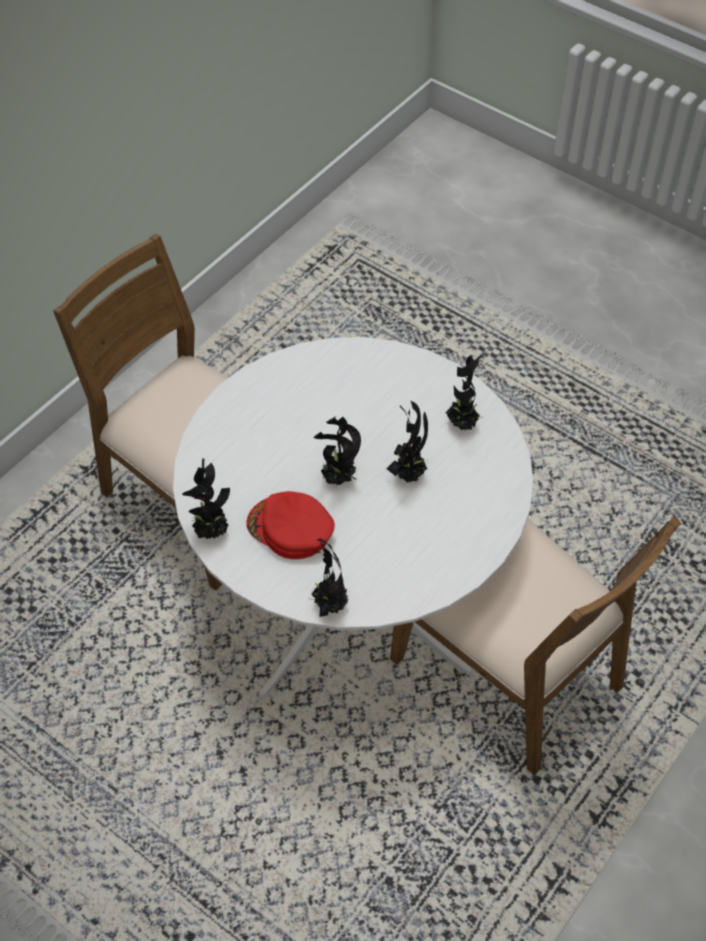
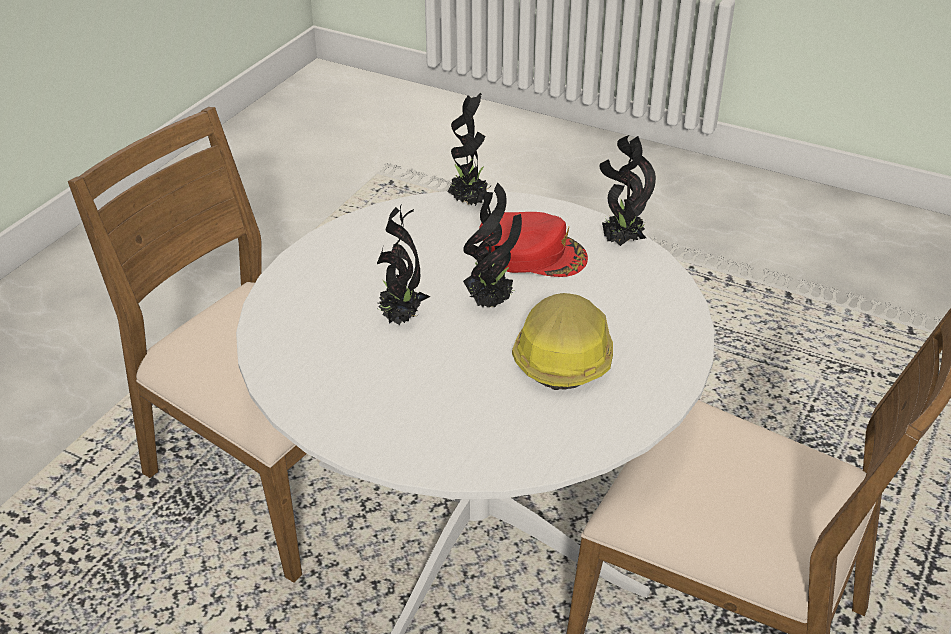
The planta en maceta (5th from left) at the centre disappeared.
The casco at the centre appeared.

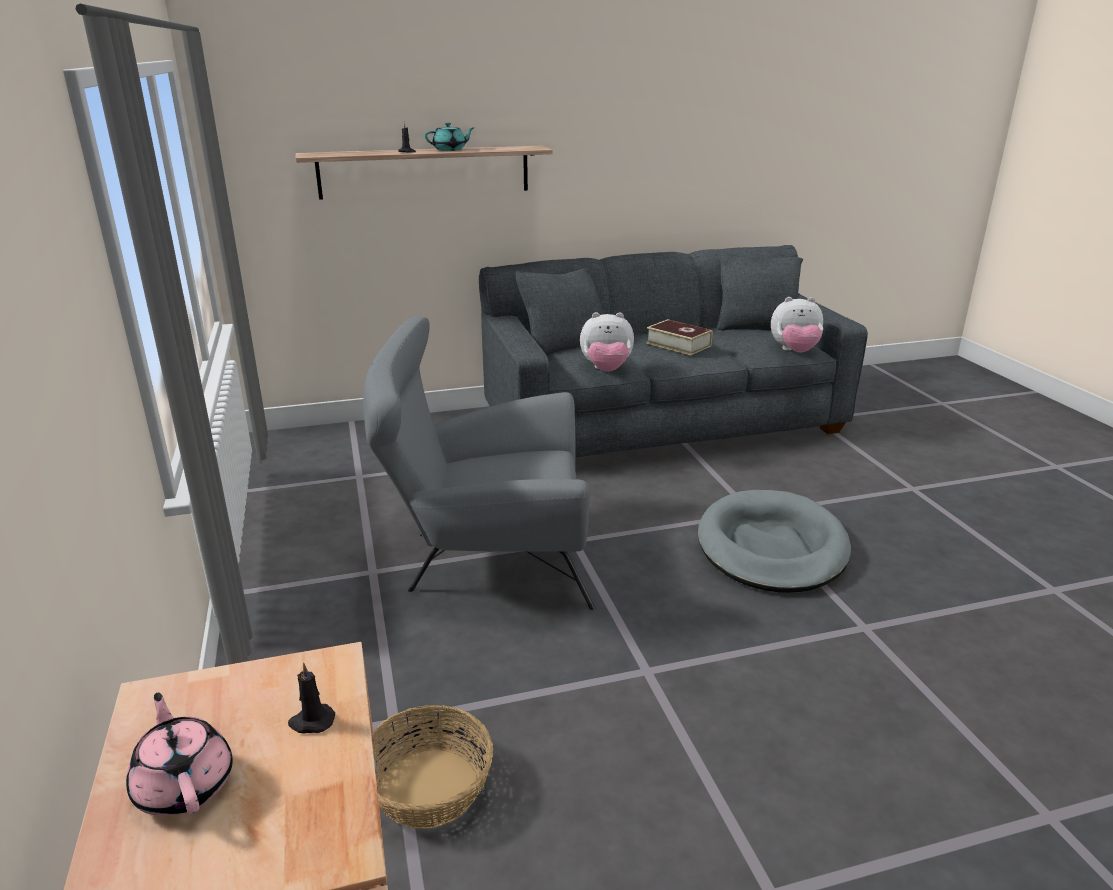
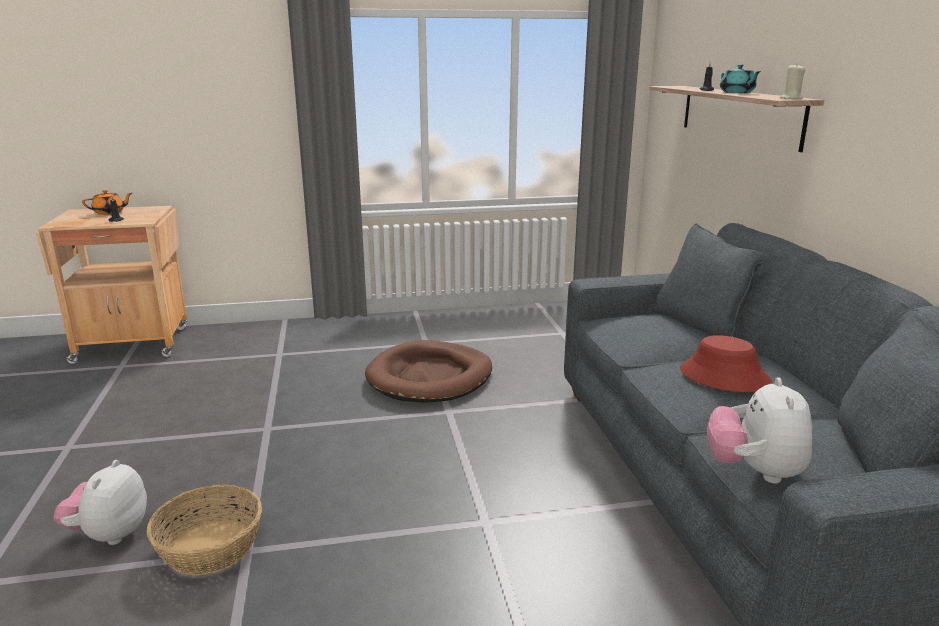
The cama para perro (gris) at the middle right disappeared.
The vela (beis) at the top right appeared.
The cesta moved from the bottom centre to the bottom left.
The peluche (1st from left) moved from the centre to the bottom left.
The sillón (gris) at the centre was replaced by the cama para perro (marrón) at the centre.
The libro at the centre was replaced by the sombrero (rojo) at the middle right.
The tetera (rosa) at the bottom left became the tetera (naranja) at the top left.

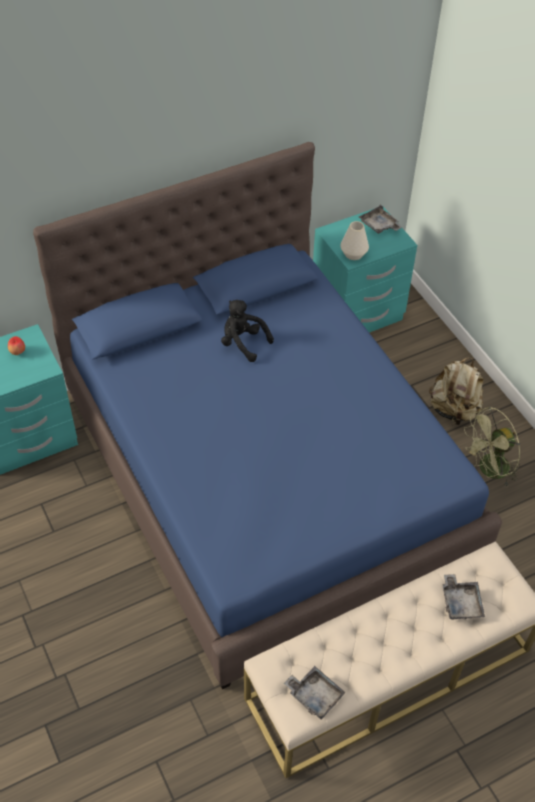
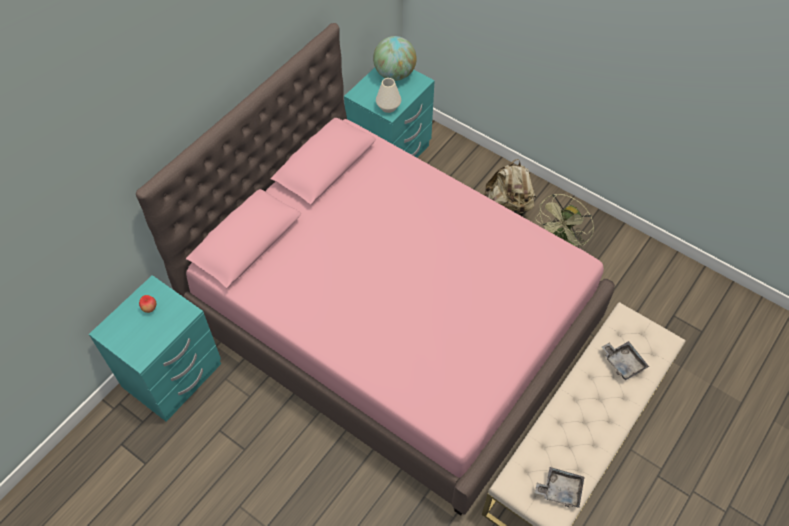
The peluche (negro) at the centre disappeared.
The bandeja (gris) (2nd from left) at the top right was replaced by the globo terráqueo at the top centre.
The cama (azul) at the centre became the cama (rosa) at the centre.

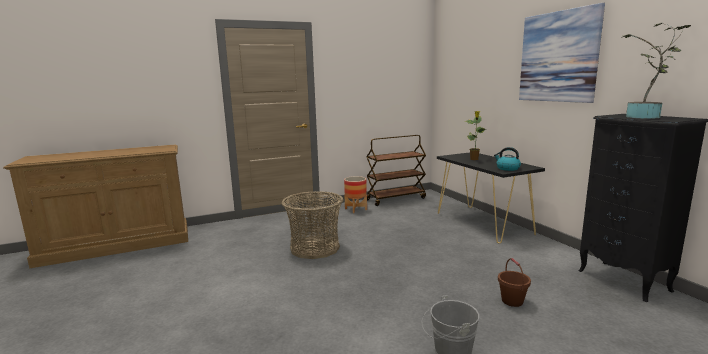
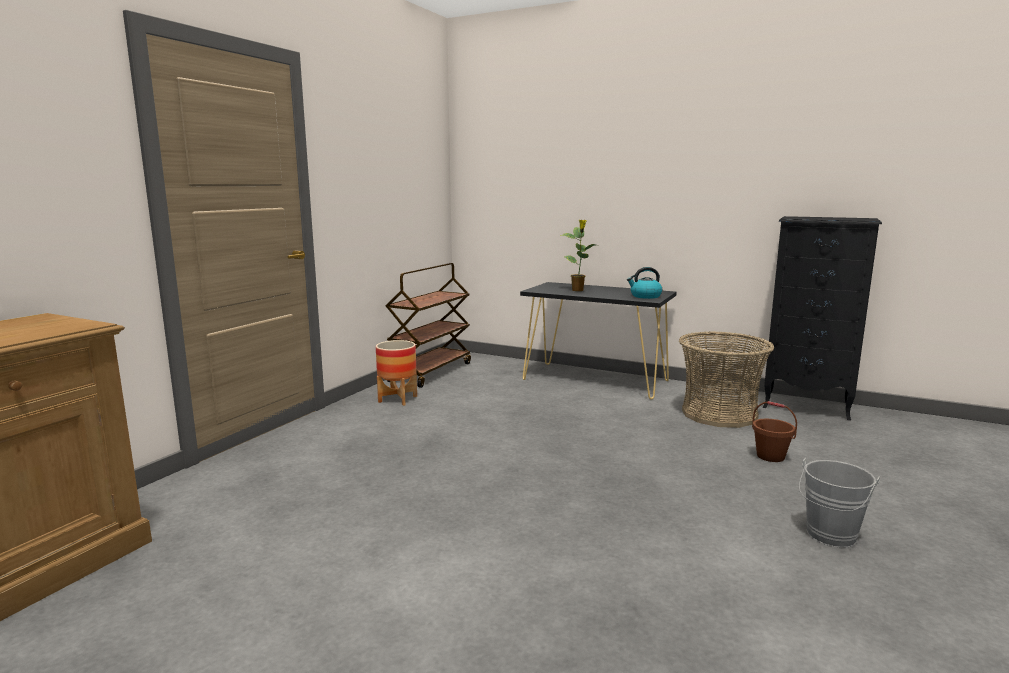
The cuadro at the top right disappeared.
The planta en maceta (2nd from left) at the top right disappeared.
The cesta moved from the centre to the middle right.

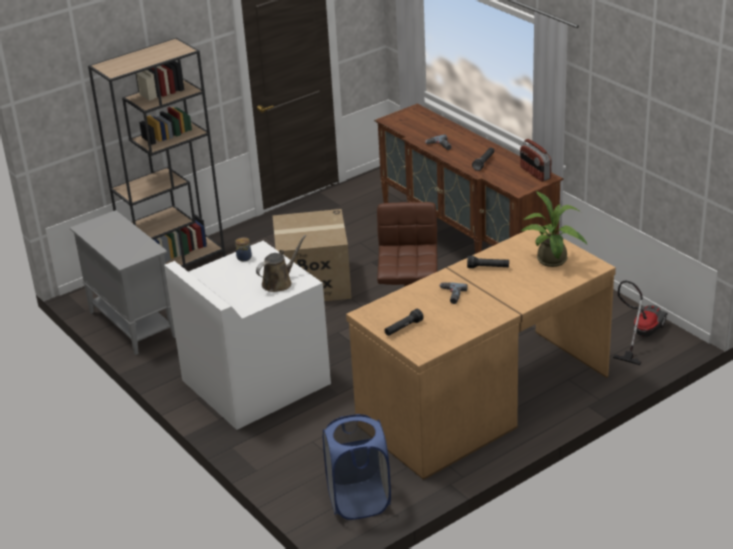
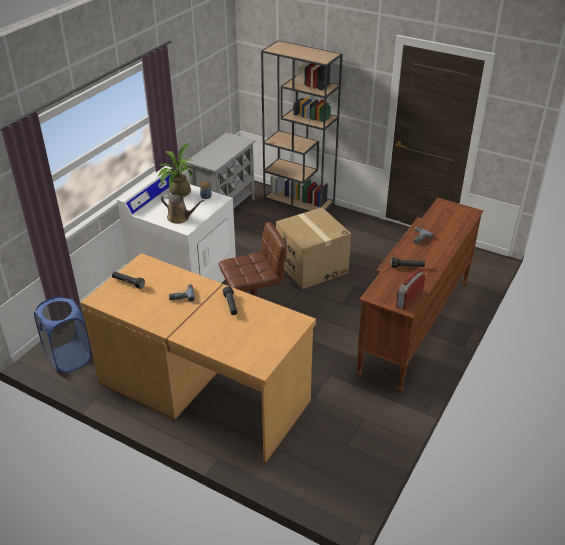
The aspiradora at the middle right disappeared.
The planta en maceta moved from the middle right to the top left.

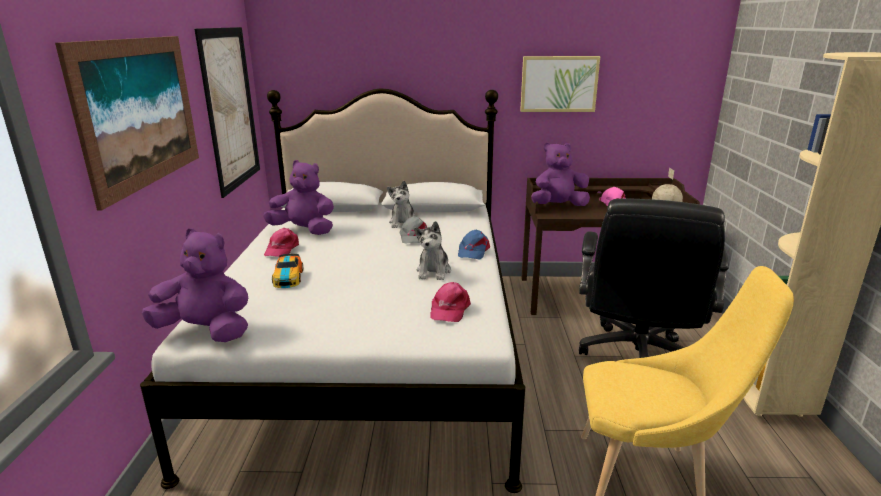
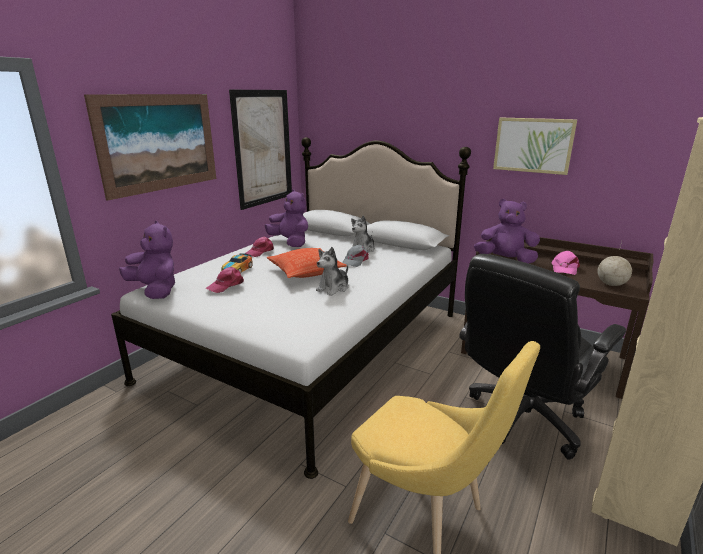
The gorra (azul) at the centre disappeared.
The cojín (naranja) at the centre appeared.
The gorra (rosa) (2nd from left in the first image) moved from the centre to the middle left.

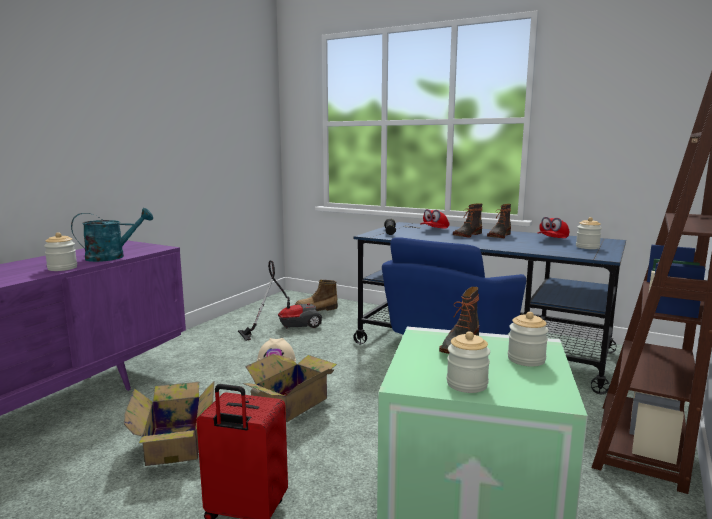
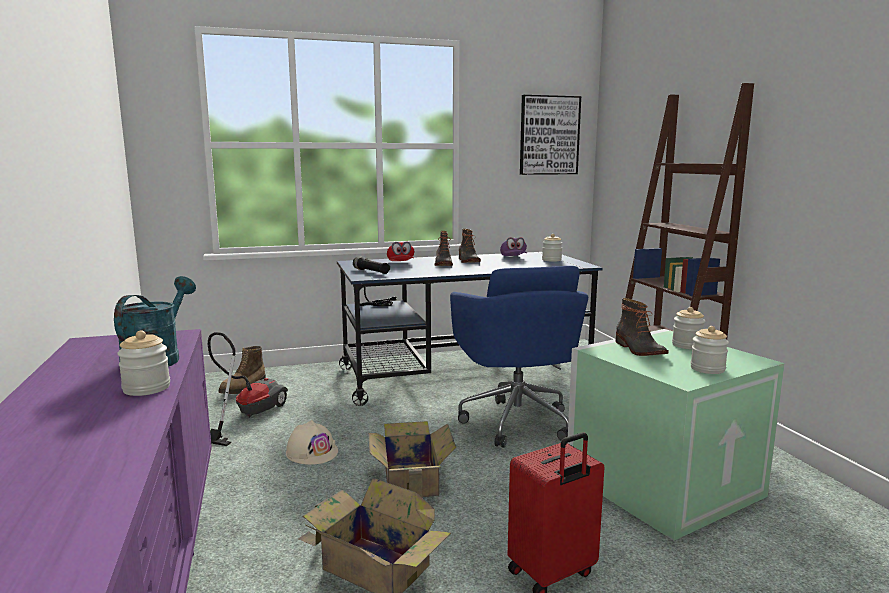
The cuadro at the top centre appeared.
The gorra (rojo) (2nd from left) at the middle right became the gorra (morado) at the centre.

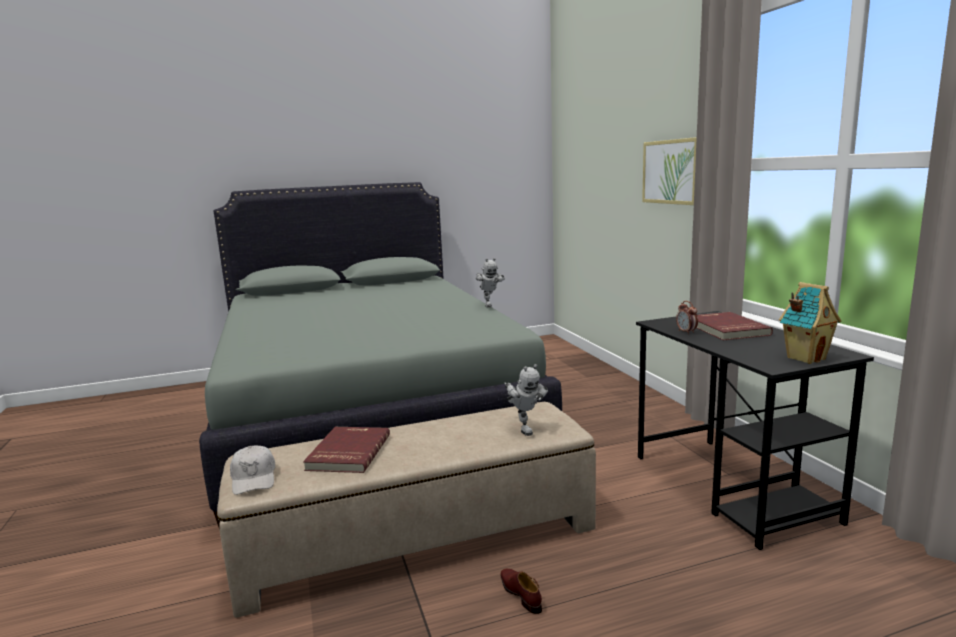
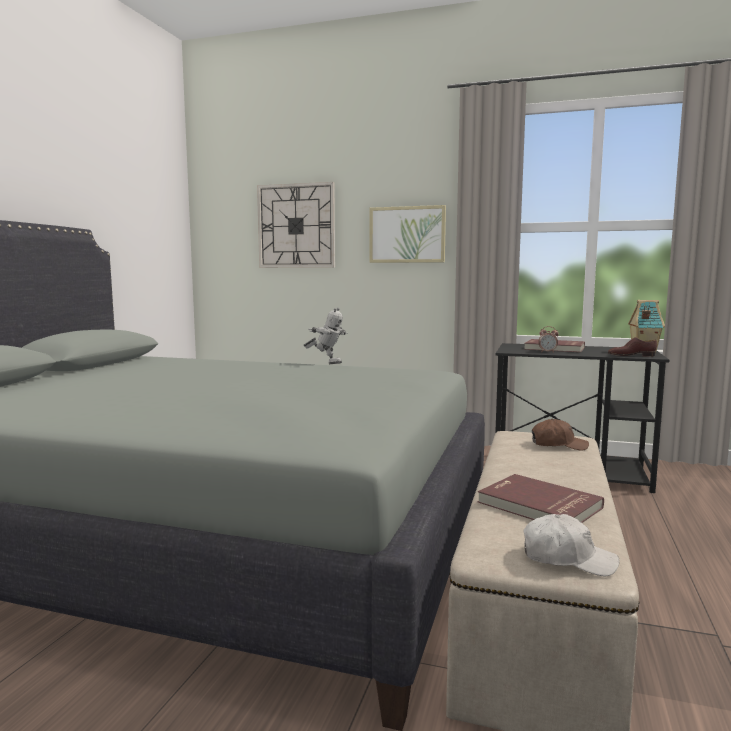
The reloj de pared at the top centre appeared.
The zapato (marrón) moved from the bottom centre to the middle right.
The robot de juguete (2nd from left) at the centre was replaced by the gorra (marrón) at the middle right.

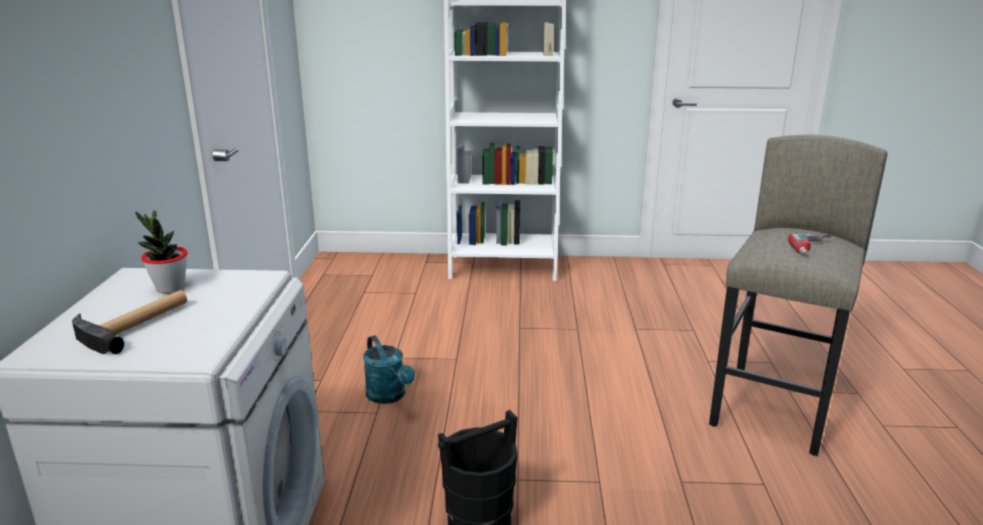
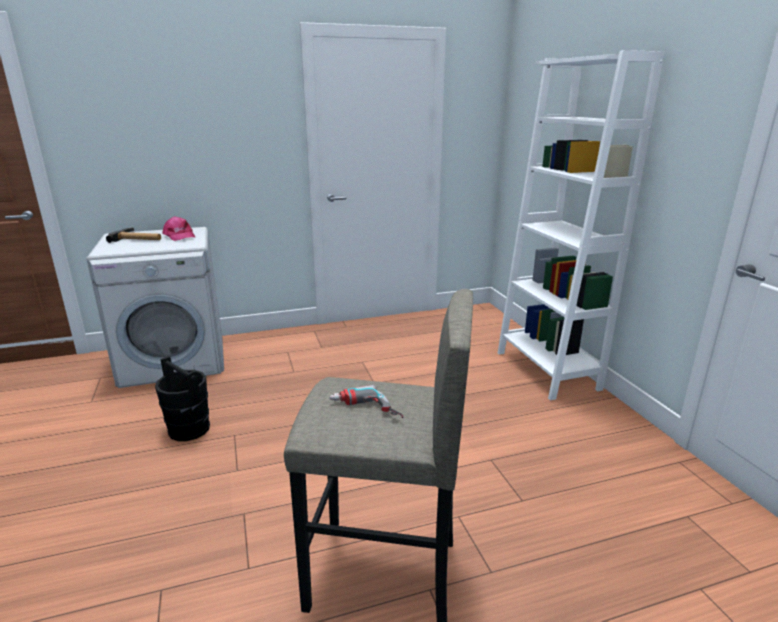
The regadera (turquesa) at the bottom centre disappeared.
The planta en maceta at the middle left was replaced by the gorra (rosa) at the middle left.

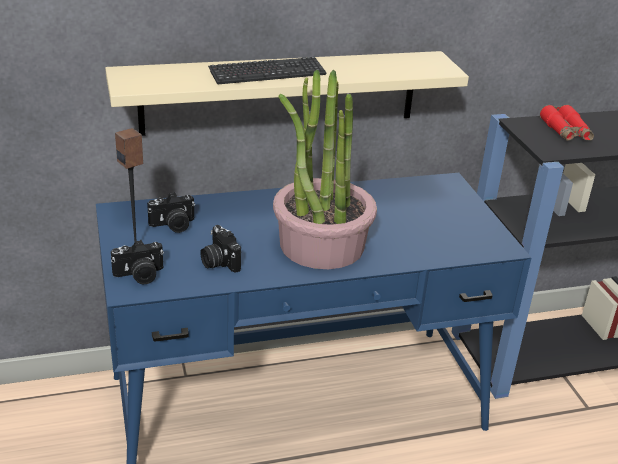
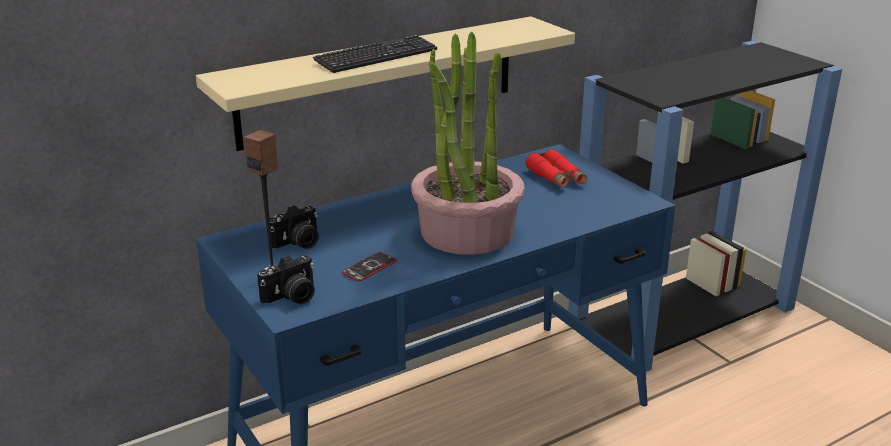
The prismáticos (rojo) moved from the top right to the centre.
The cámara (3rd from left) at the centre was replaced by the móvil at the centre.

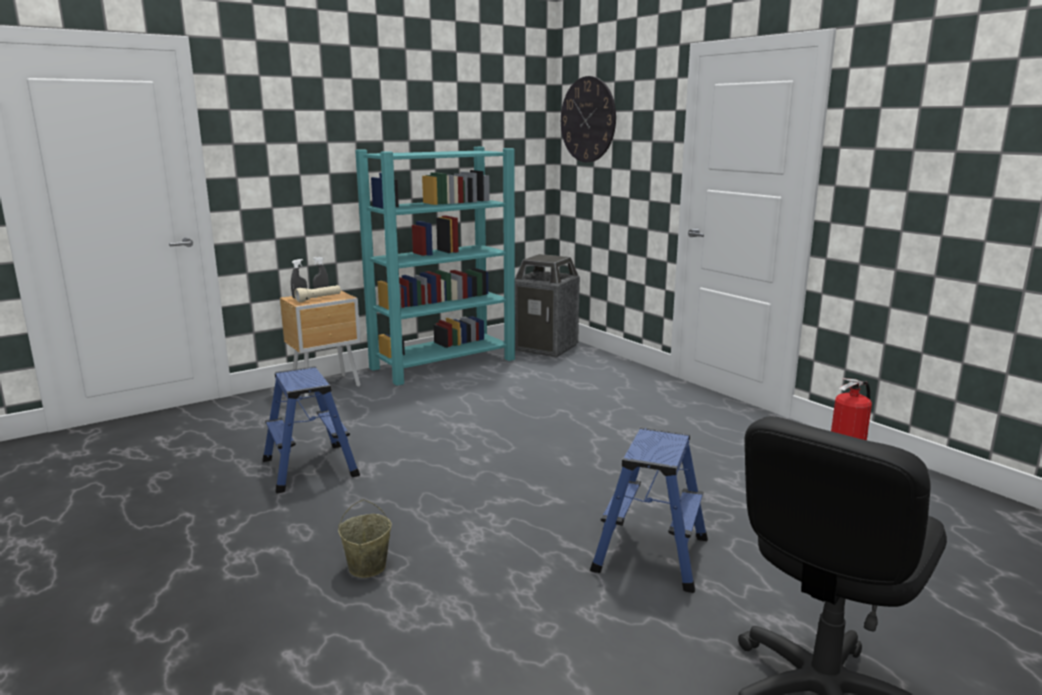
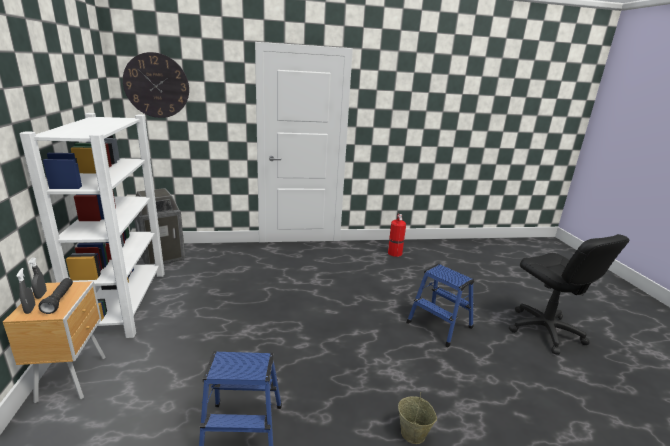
The linterna (beis) at the middle left became the linterna (negro) at the middle left.
The estantería (turquesa) at the centre became the estantería (blanco) at the middle left.

